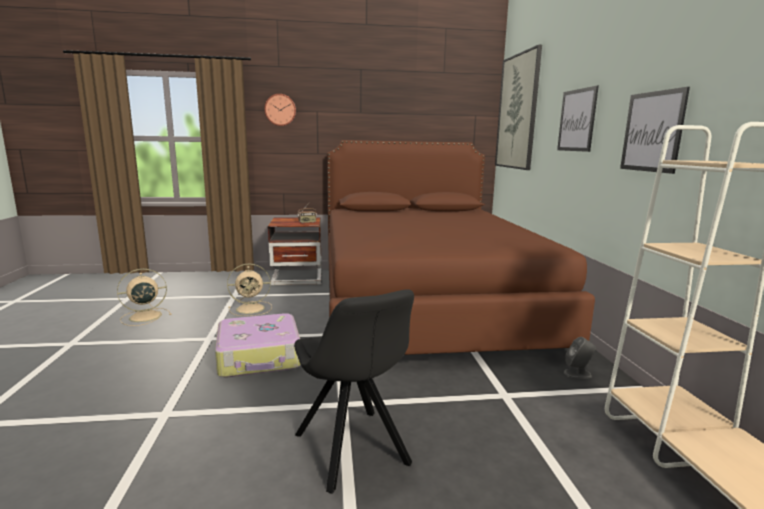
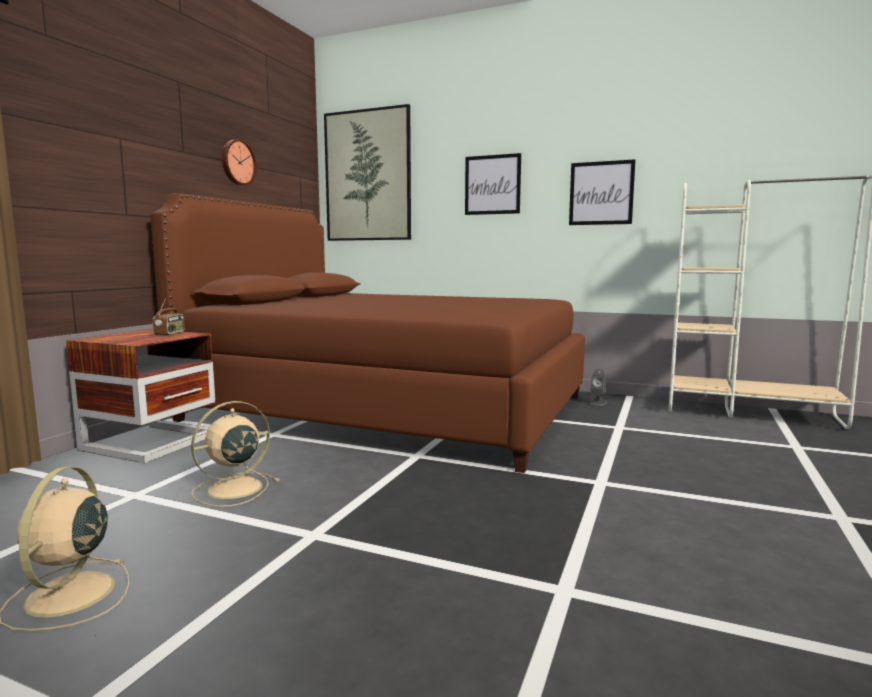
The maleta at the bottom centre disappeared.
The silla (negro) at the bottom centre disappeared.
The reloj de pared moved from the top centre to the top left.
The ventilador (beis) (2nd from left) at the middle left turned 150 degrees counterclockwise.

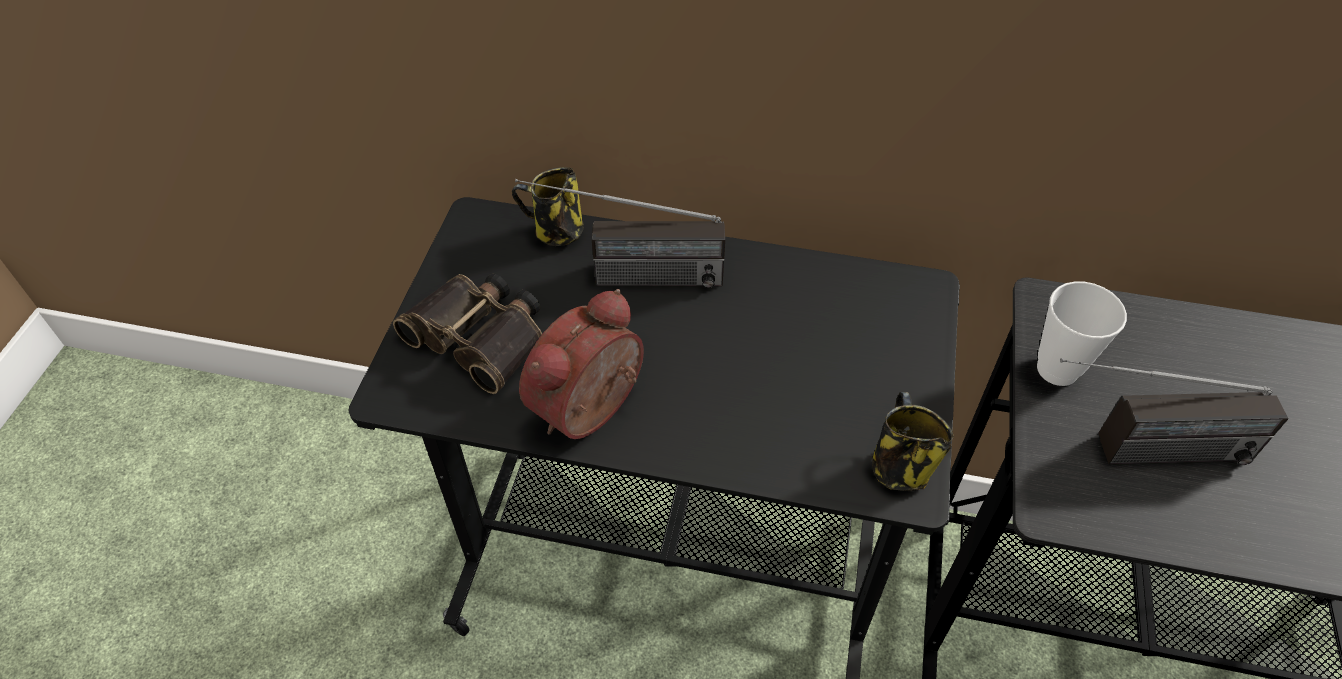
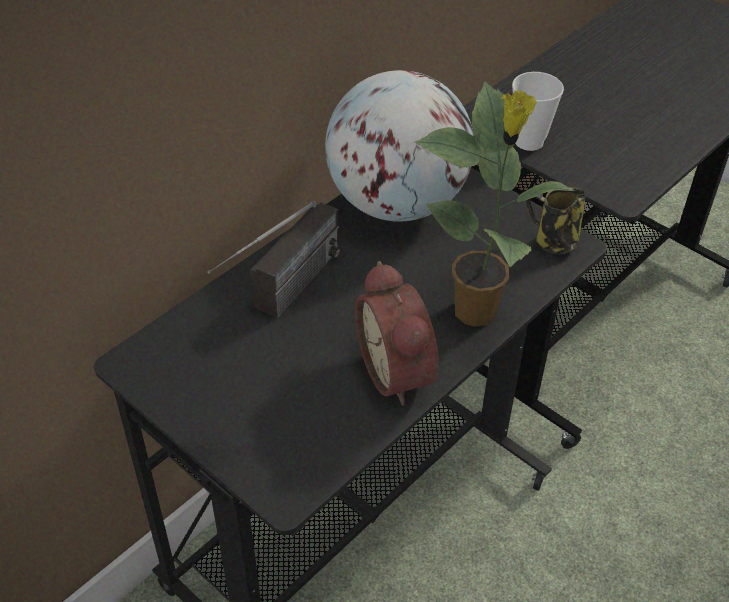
The prismáticos at the centre disappeared.
The taza grande (1st from left) at the top centre disappeared.
The radio (2nd from left) at the middle right disappeared.
The globo terráqueo at the top centre appeared.
The planta en maceta at the middle right appeared.

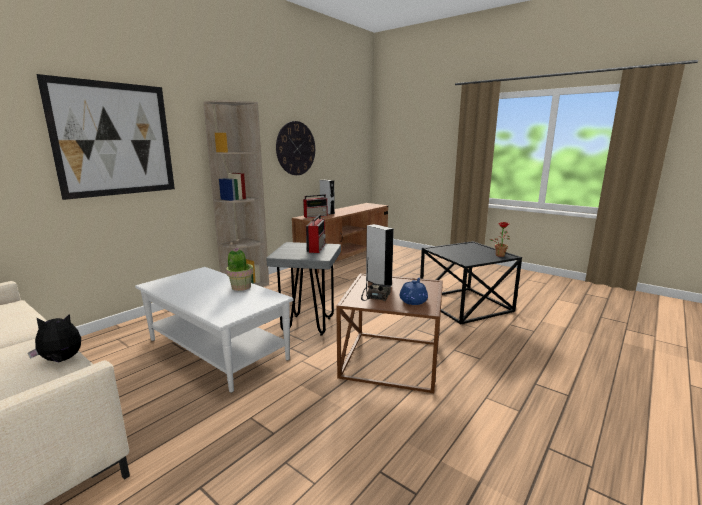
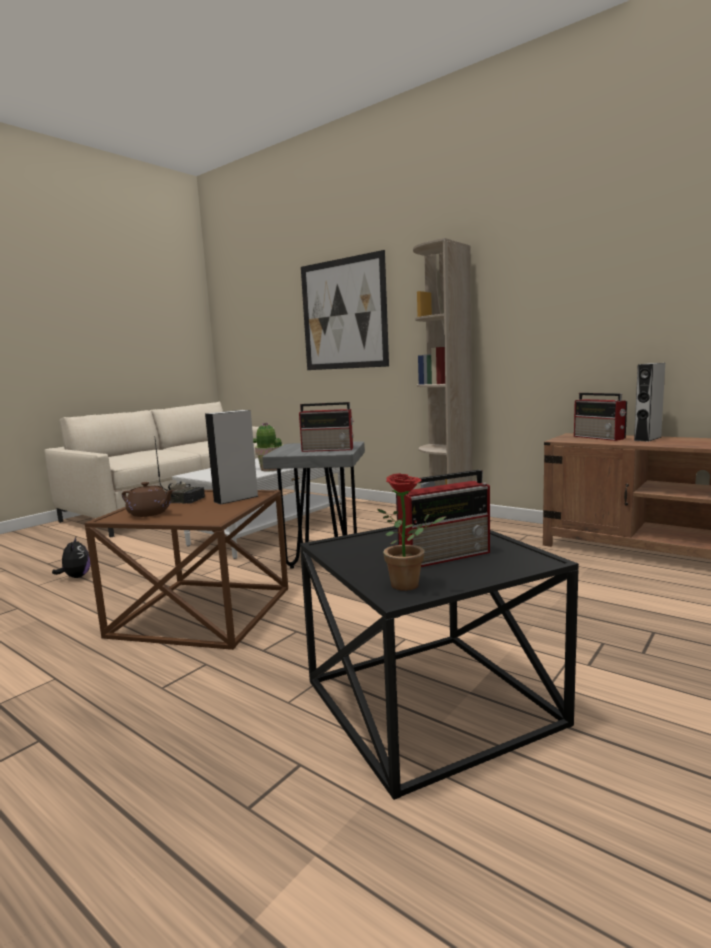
The reloj de pared at the top centre disappeared.
The radio (3rd from left) at the centre appeared.
The peluche moved from the bottom left to the middle left.
The tetera (azul) at the centre became the tetera (marrón) at the middle left.

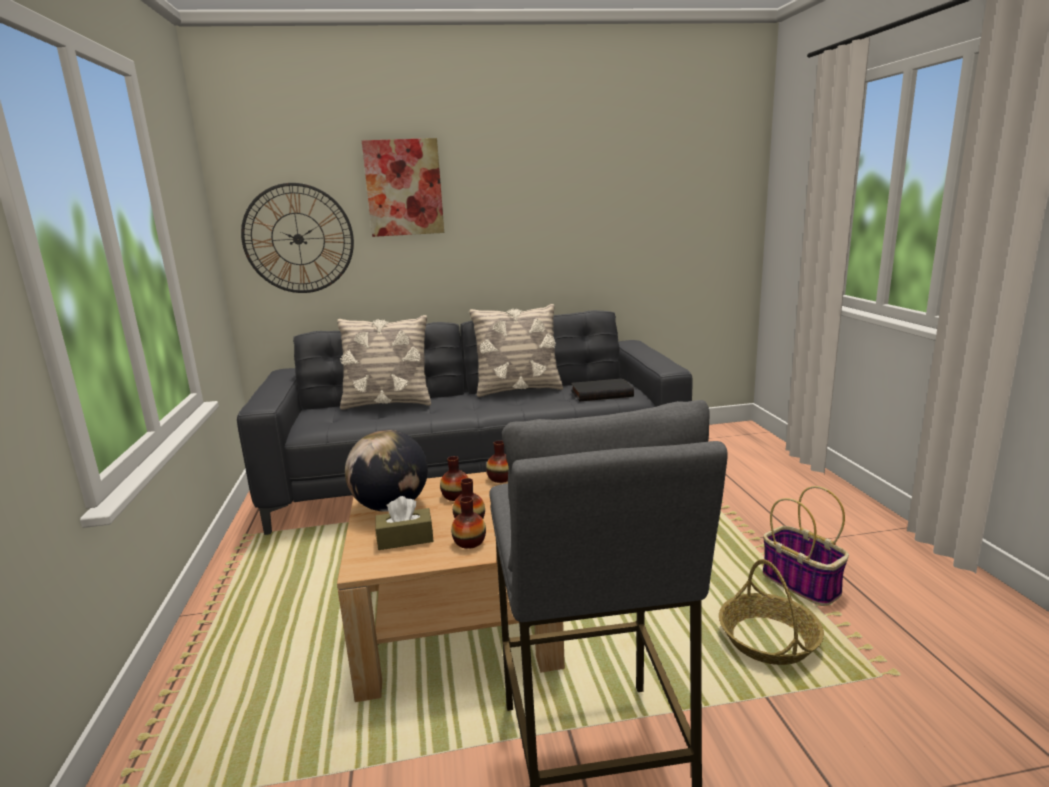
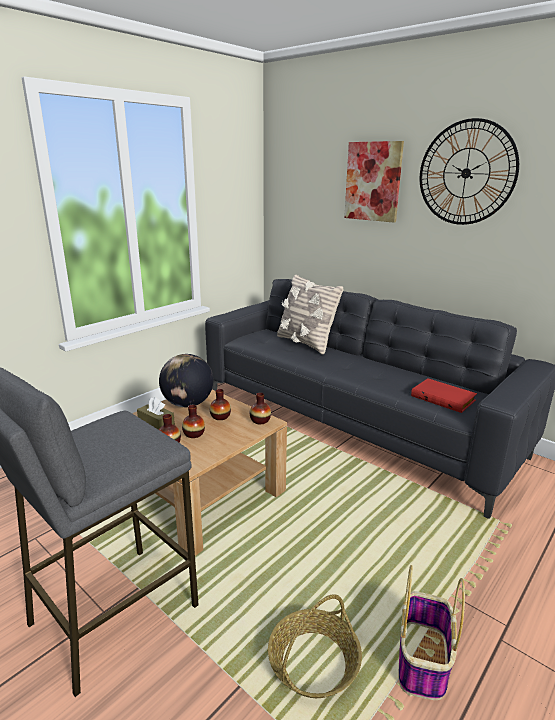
The cojín (beis) (2nd from left) at the centre disappeared.
The reloj de pared moved from the top left to the top right.
The libro (negro) at the centre became the libro (rojo) at the middle right.

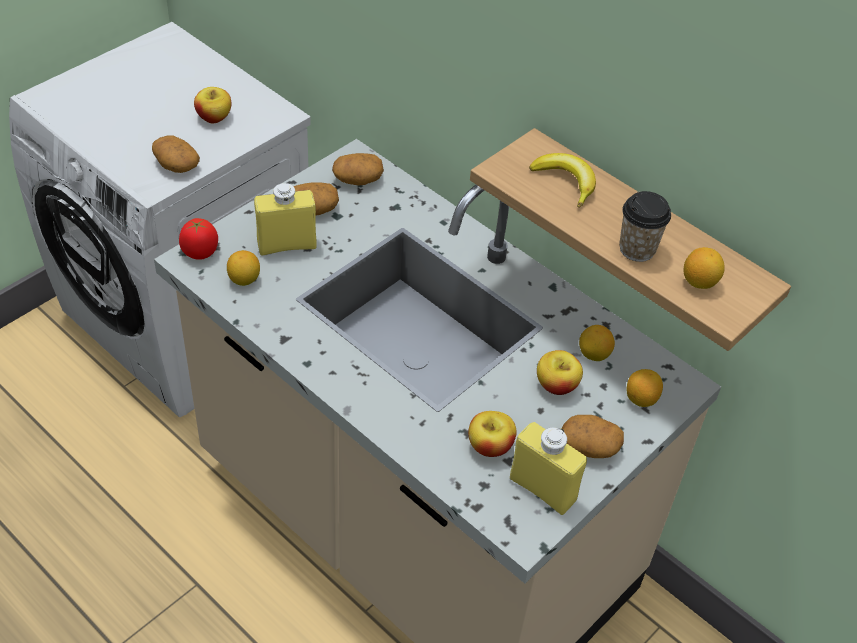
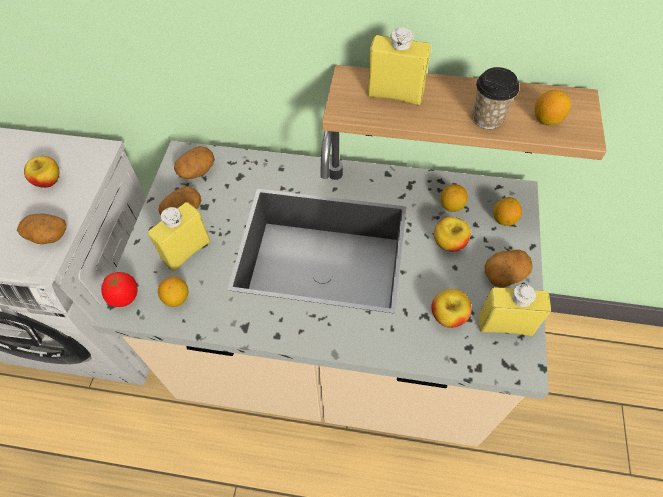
The plátano at the top centre was replaced by the botella (amarillo) (2nd from left) at the top centre.

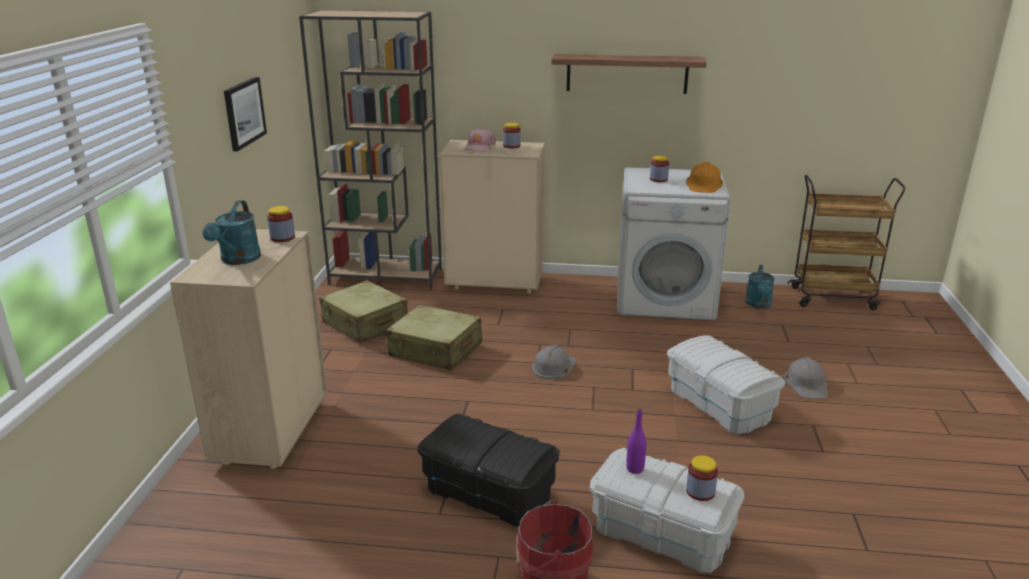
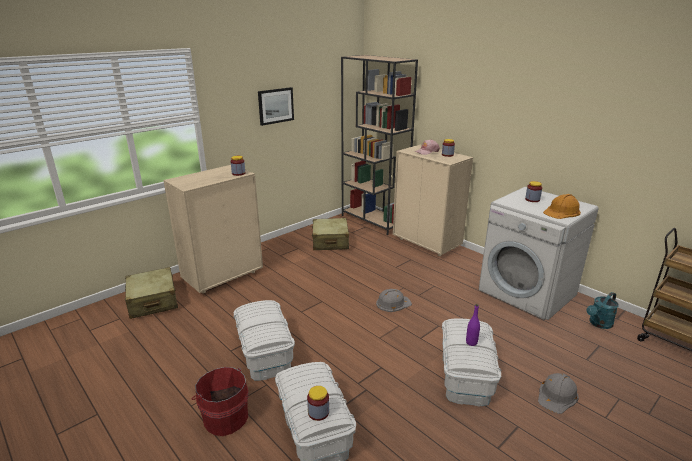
The regadera (turquesa) (1st from left) at the middle left disappeared.
The estante at the top centre disappeared.
The maleta (beis) (2nd from left in the first image) moved from the centre to the middle left.
The botella (morado) moved from the bottom centre to the bottom right.
The caja de almacenaje (negro) at the bottom centre became the caja de almacenaje (blanco) (1st from left) at the bottom centre.

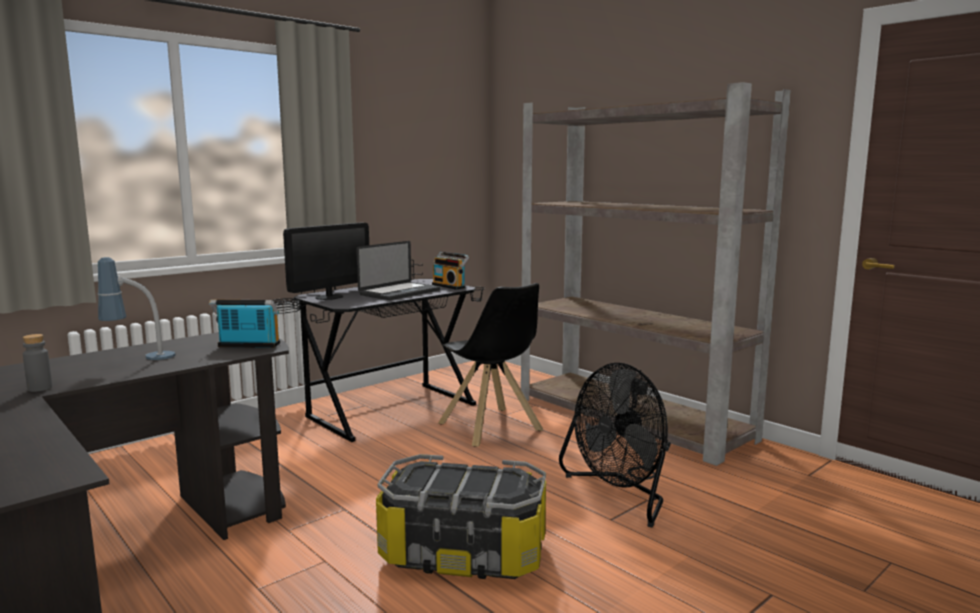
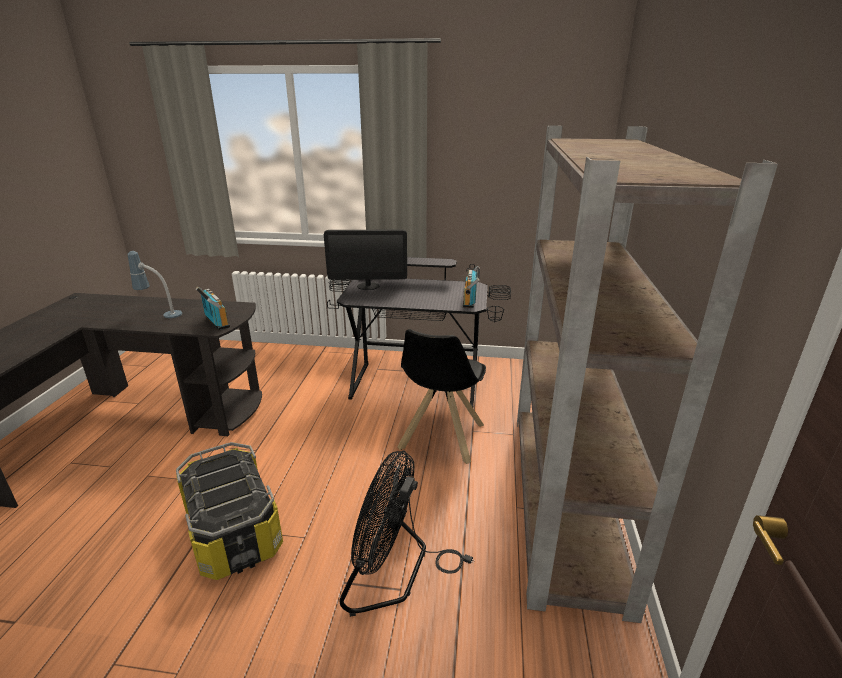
The botella (gris) at the middle left disappeared.
The portátil at the centre disappeared.

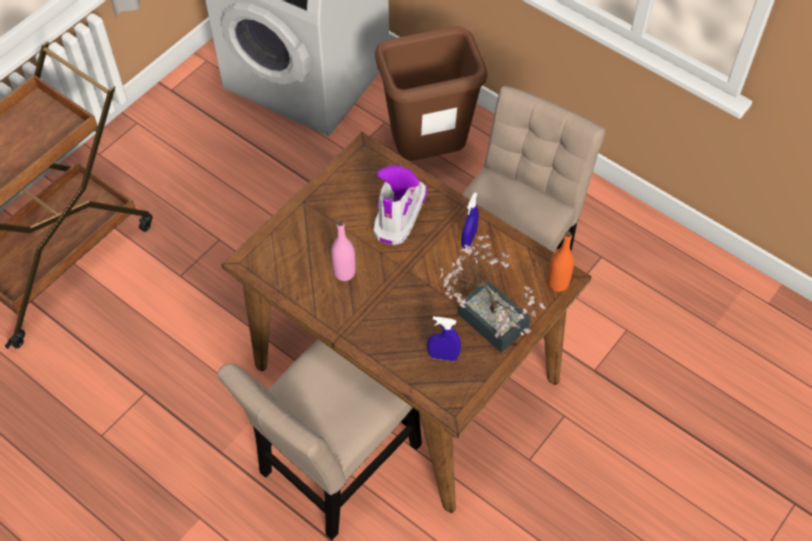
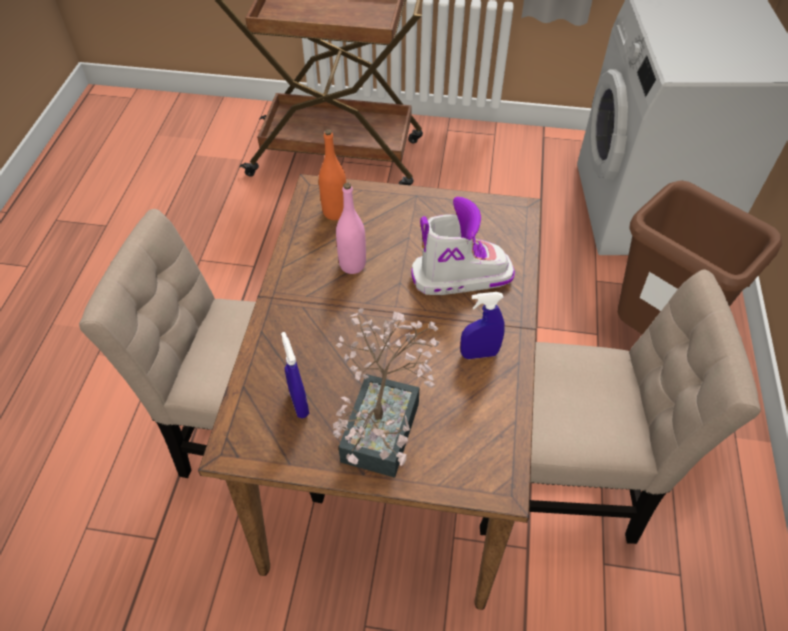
The botella (naranja) moved from the middle right to the top centre.

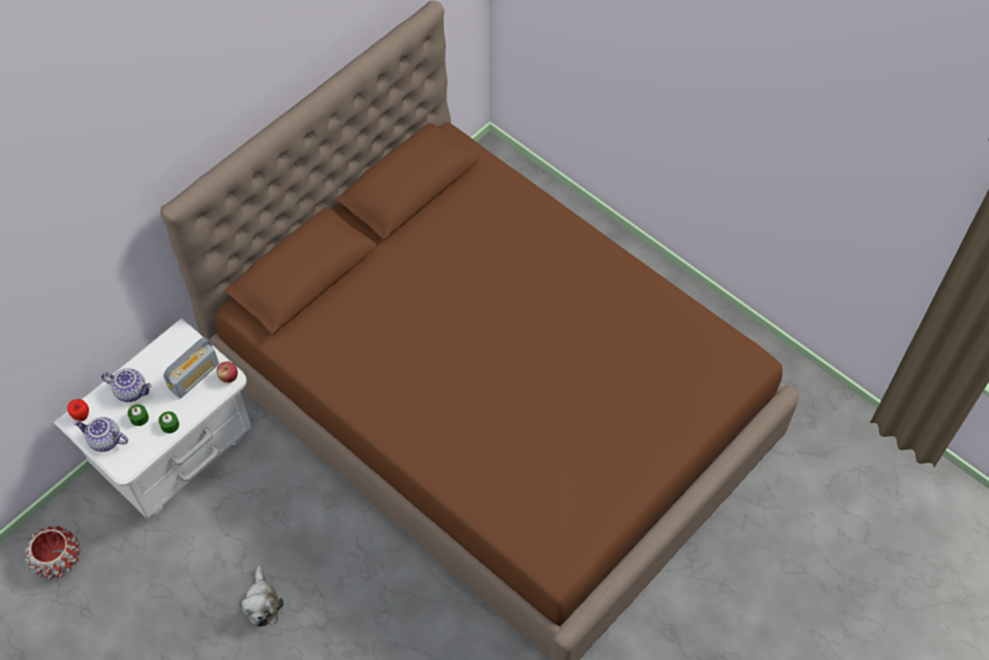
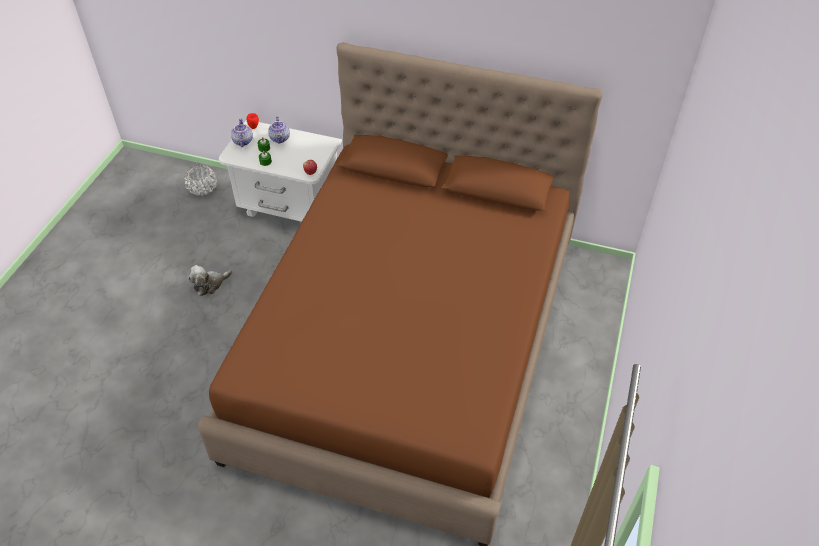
The radio at the middle left disappeared.
The maceta (rojo) at the bottom left became the maceta (blanco) at the top left.

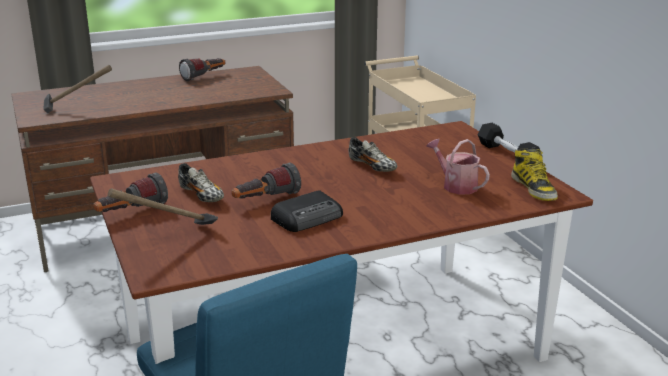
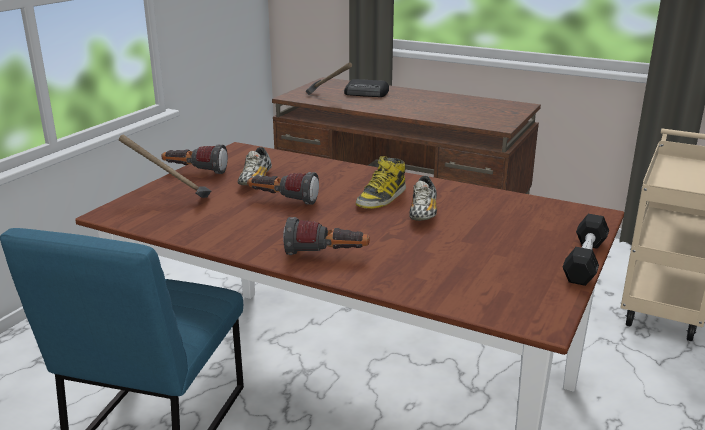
The regadera at the middle right disappeared.
The linterna (2nd from left in the first image) moved from the top left to the centre.
The radio moved from the centre to the top centre.
The bota moved from the middle right to the centre.

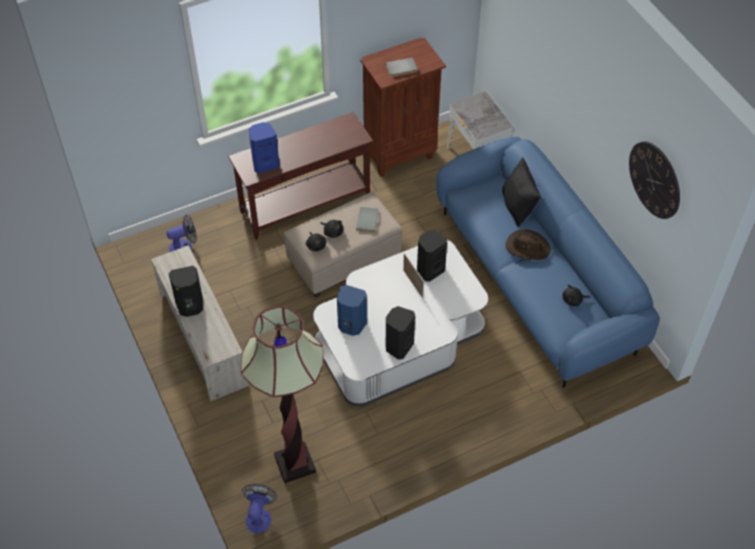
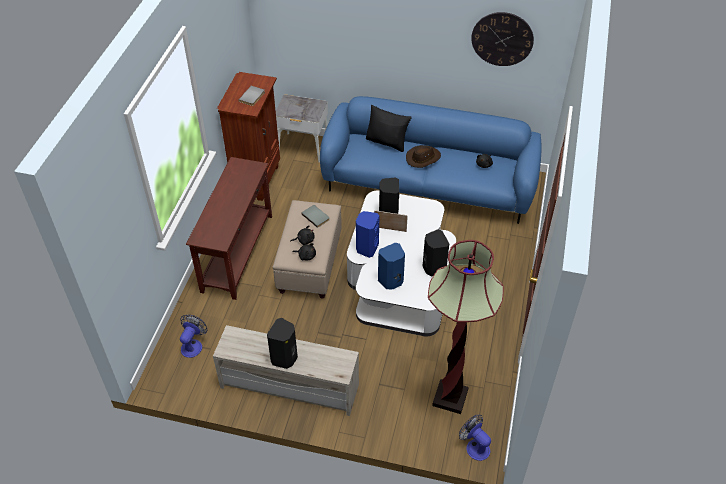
The altavoz (azul) (1st from left) moved from the top centre to the centre.

